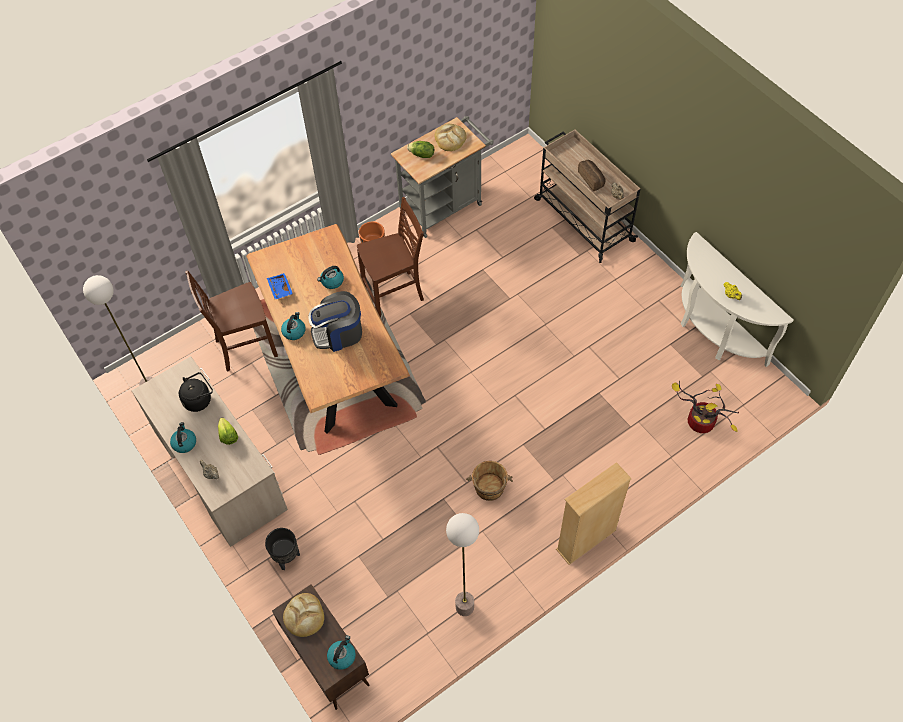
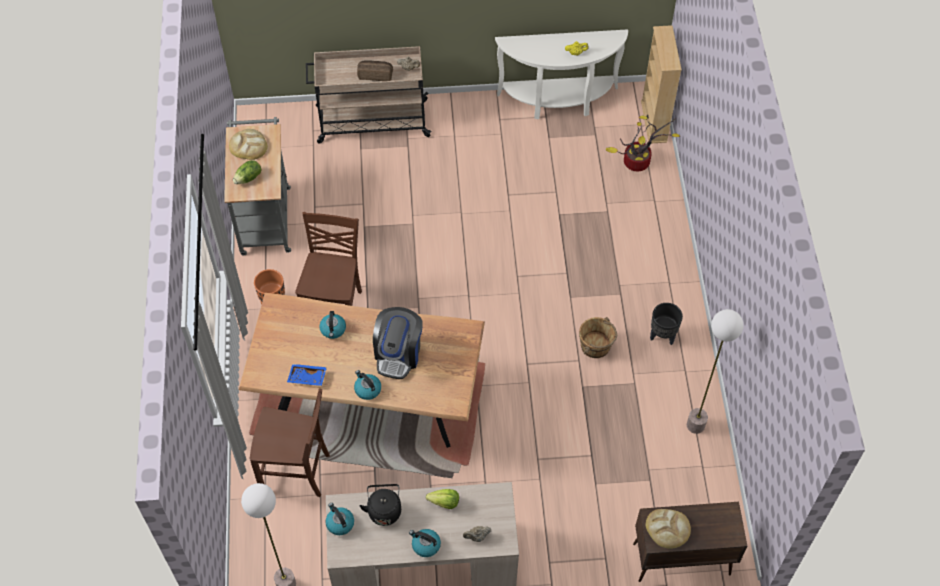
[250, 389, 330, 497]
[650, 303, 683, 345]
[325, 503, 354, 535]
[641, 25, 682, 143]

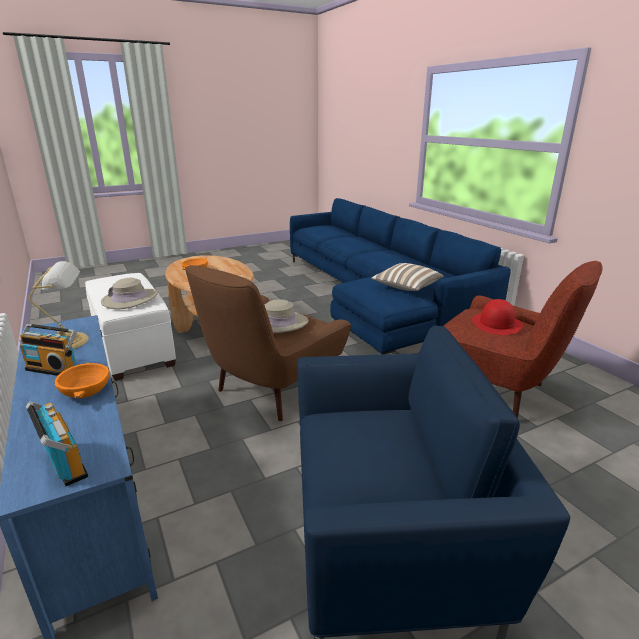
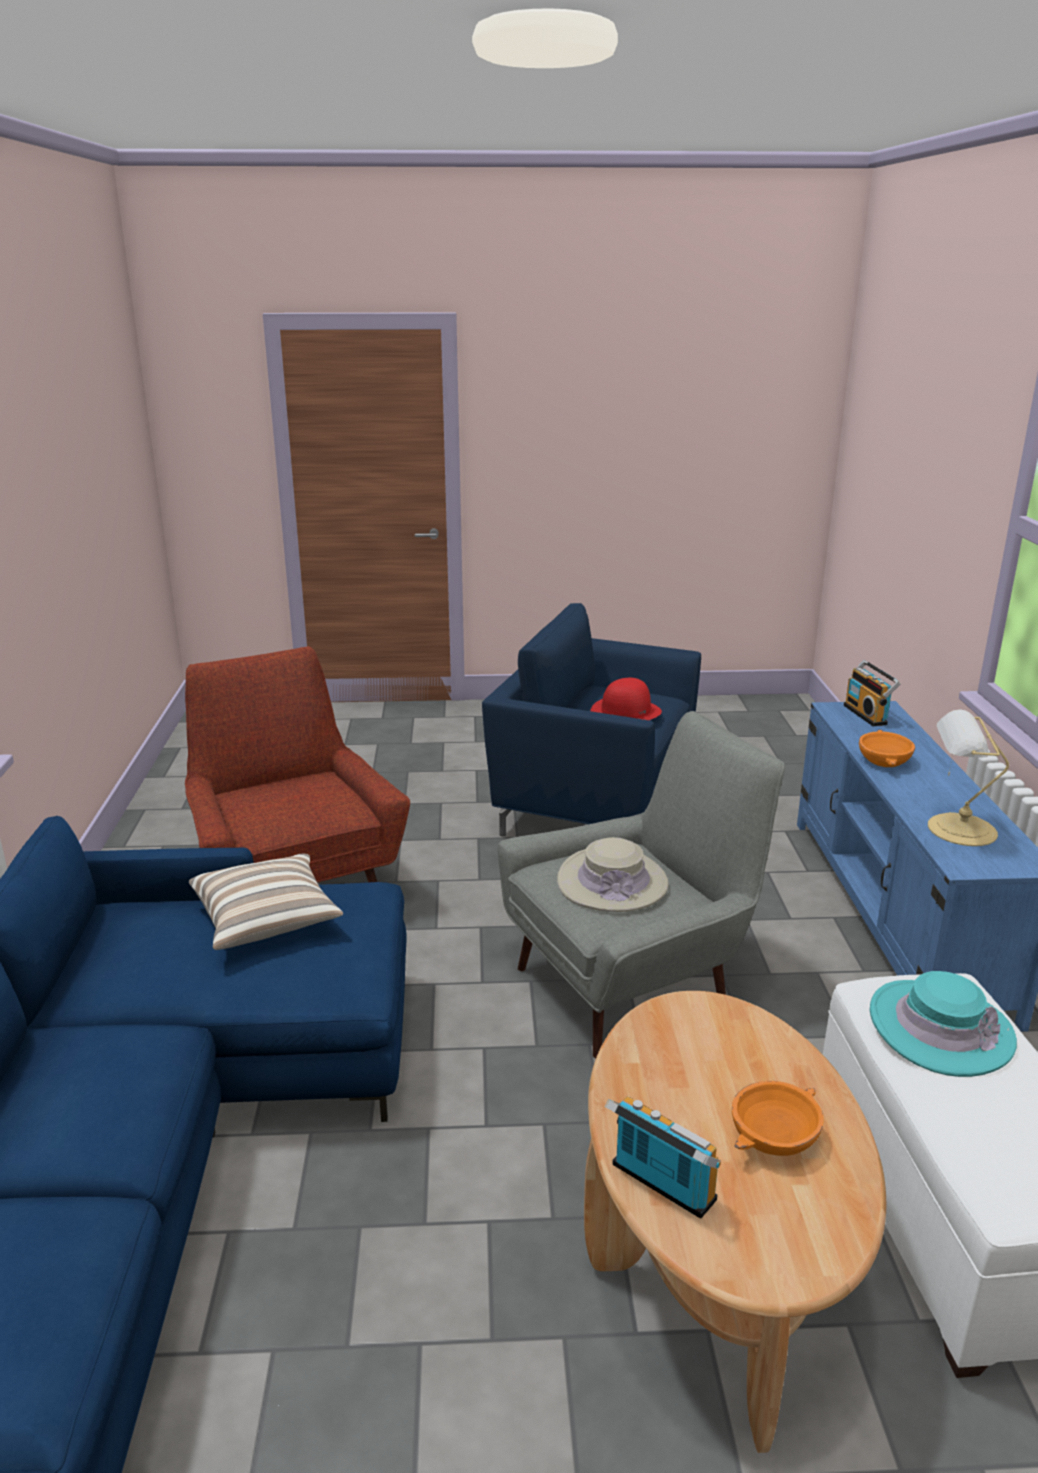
[605, 1096, 721, 1219]
[870, 971, 1017, 1077]
[498, 711, 785, 1058]
[590, 678, 662, 720]

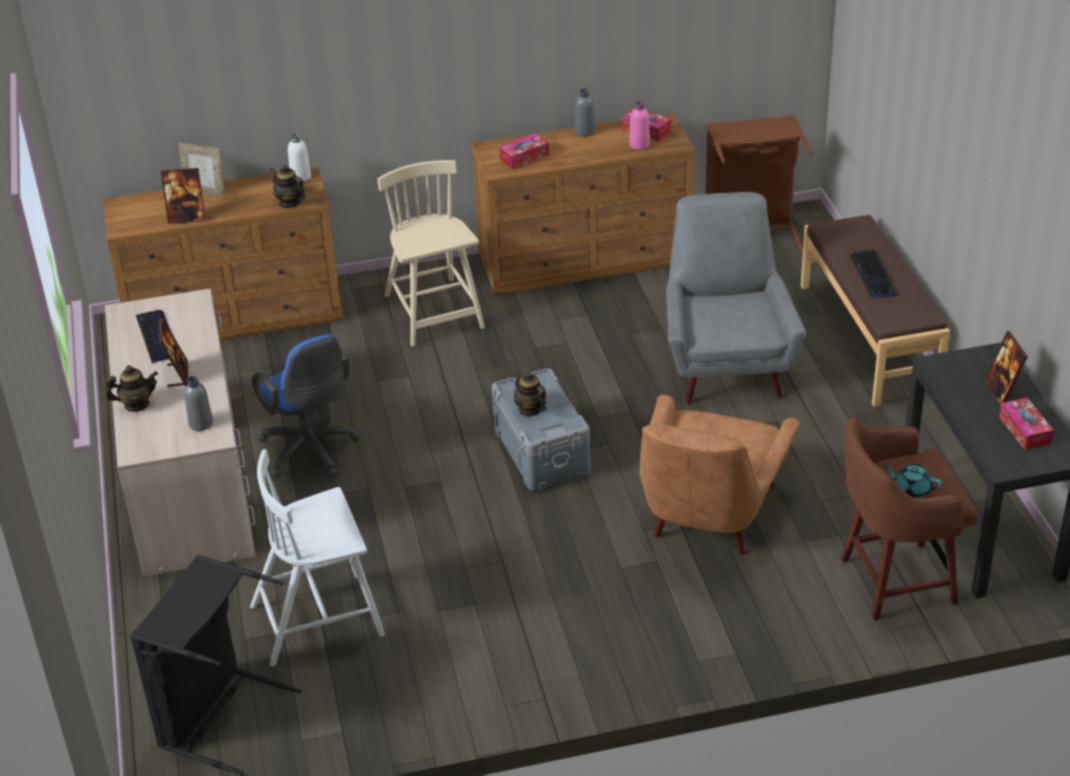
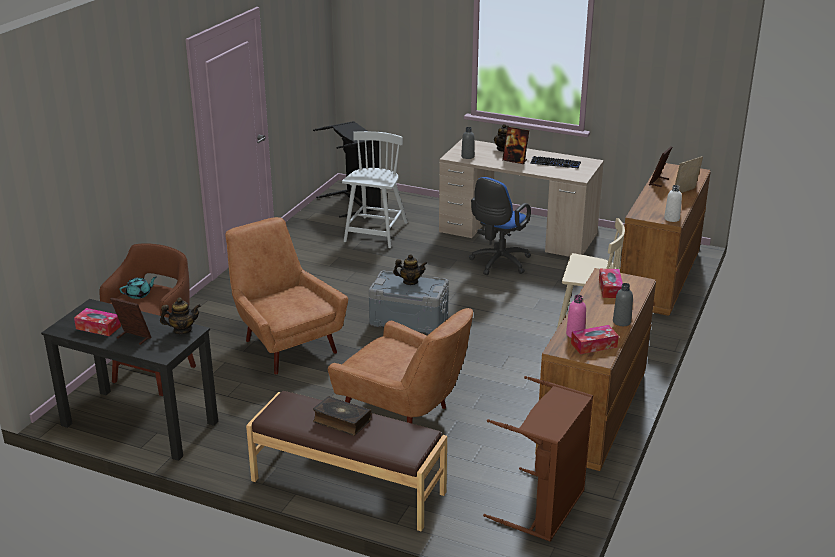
[469, 177, 531, 275]
[160, 297, 201, 334]
[328, 308, 473, 423]
[313, 396, 372, 435]

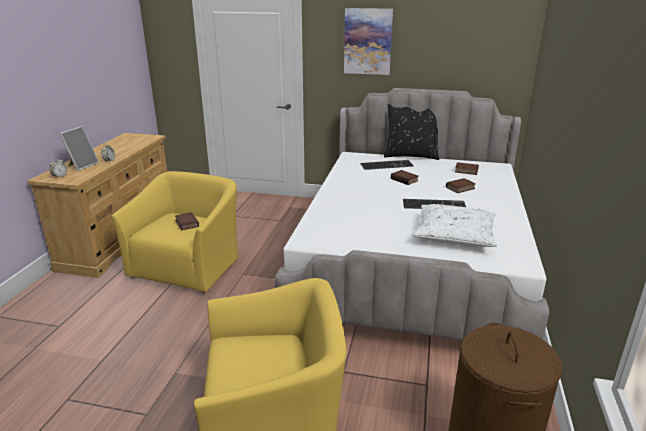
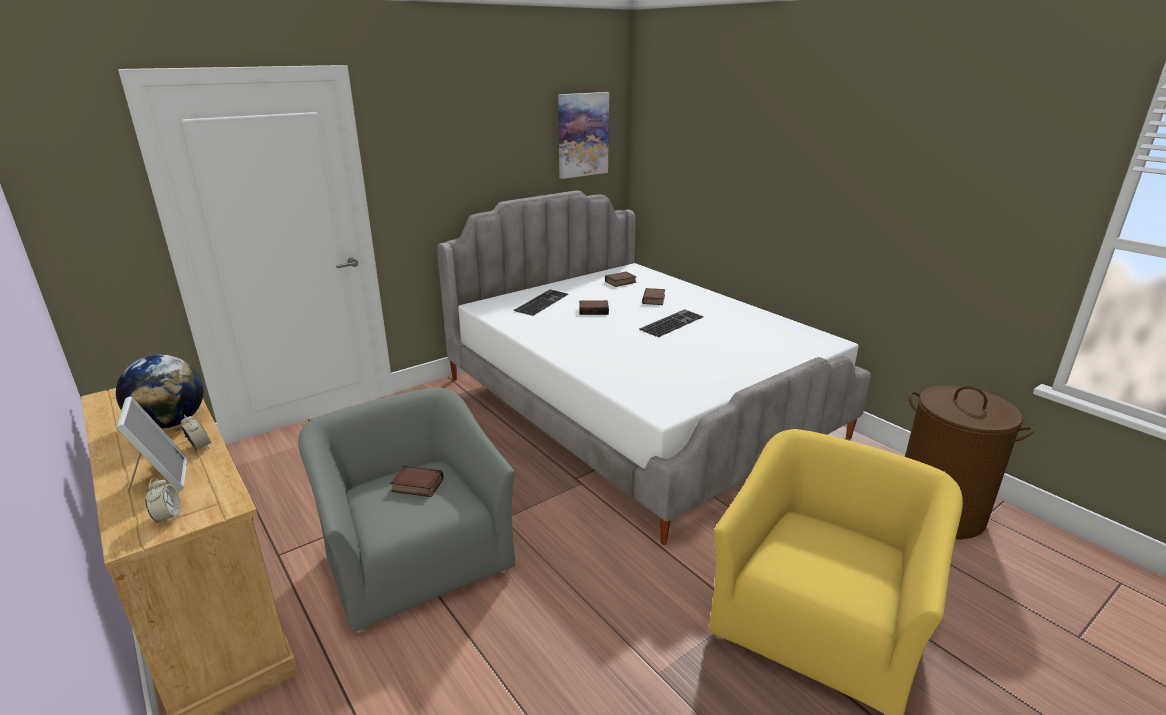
[298, 387, 516, 633]
[558, 92, 609, 179]
[384, 104, 439, 160] (first image)
[412, 204, 497, 247] (first image)
[116, 355, 204, 429]

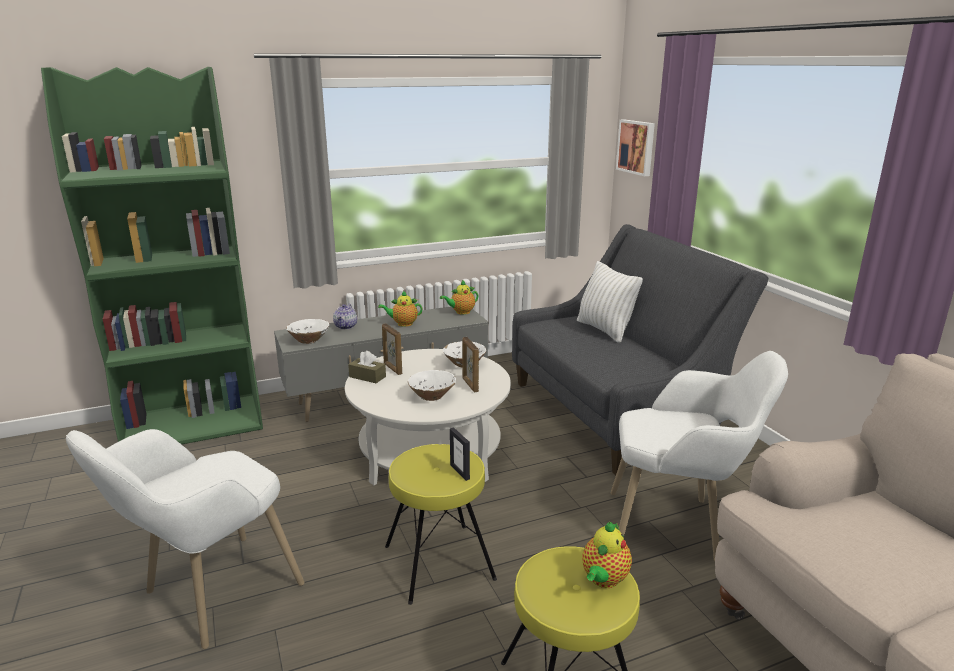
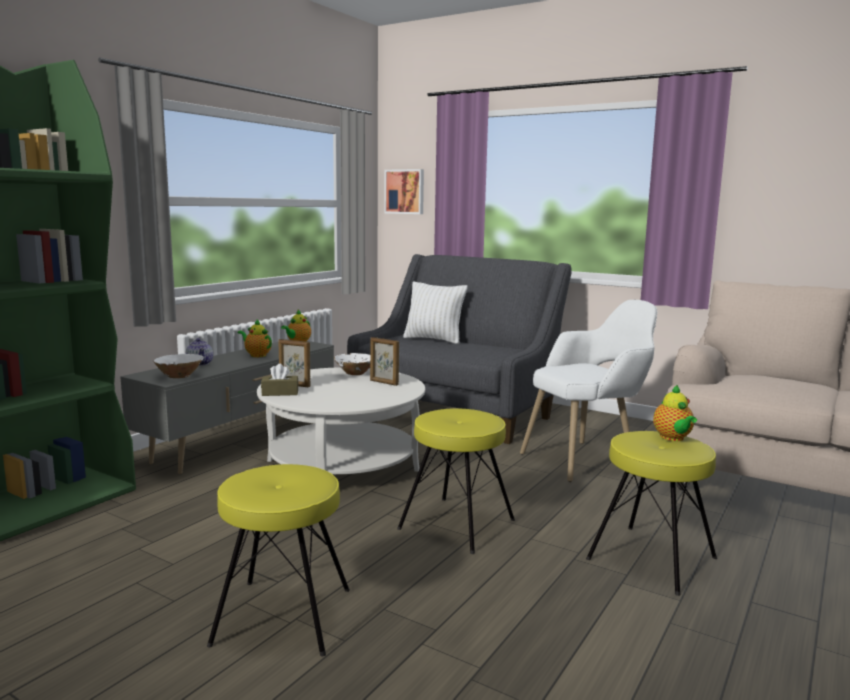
[207, 464, 350, 656]
[238, 319, 272, 357]
[408, 370, 456, 401] (first image)
[450, 427, 470, 481] (first image)

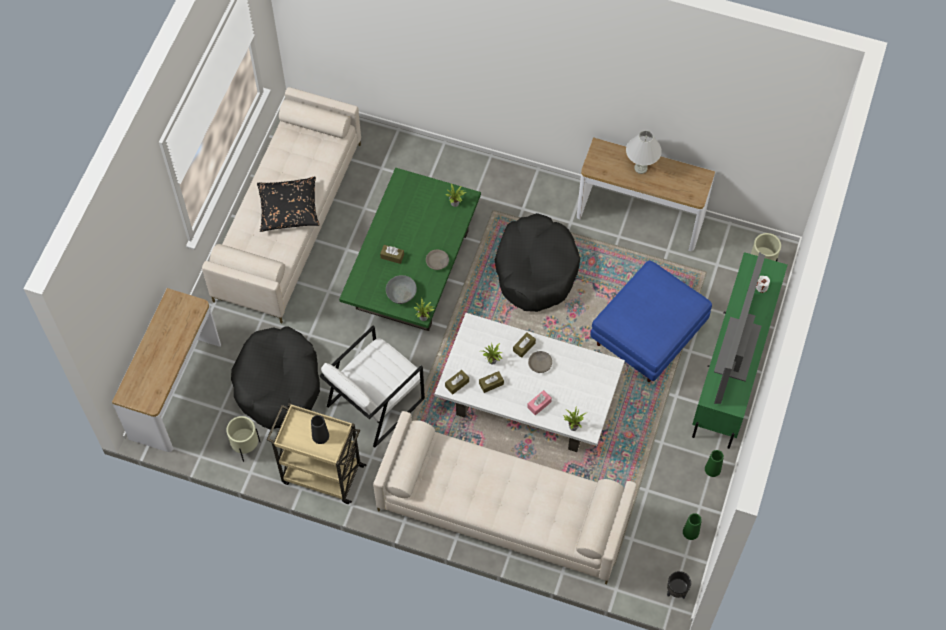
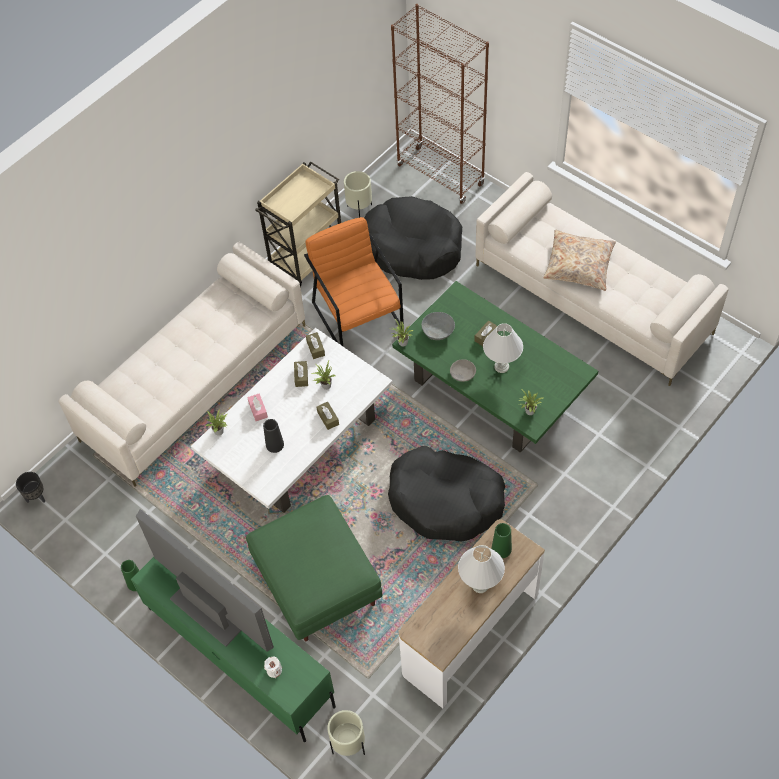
[391, 4, 489, 204]
[543, 230, 616, 291]
[263, 419, 284, 453]
[304, 217, 404, 347]
[528, 351, 552, 373] (first image)
[246, 495, 382, 641]
[492, 523, 512, 558]
[483, 323, 523, 373]

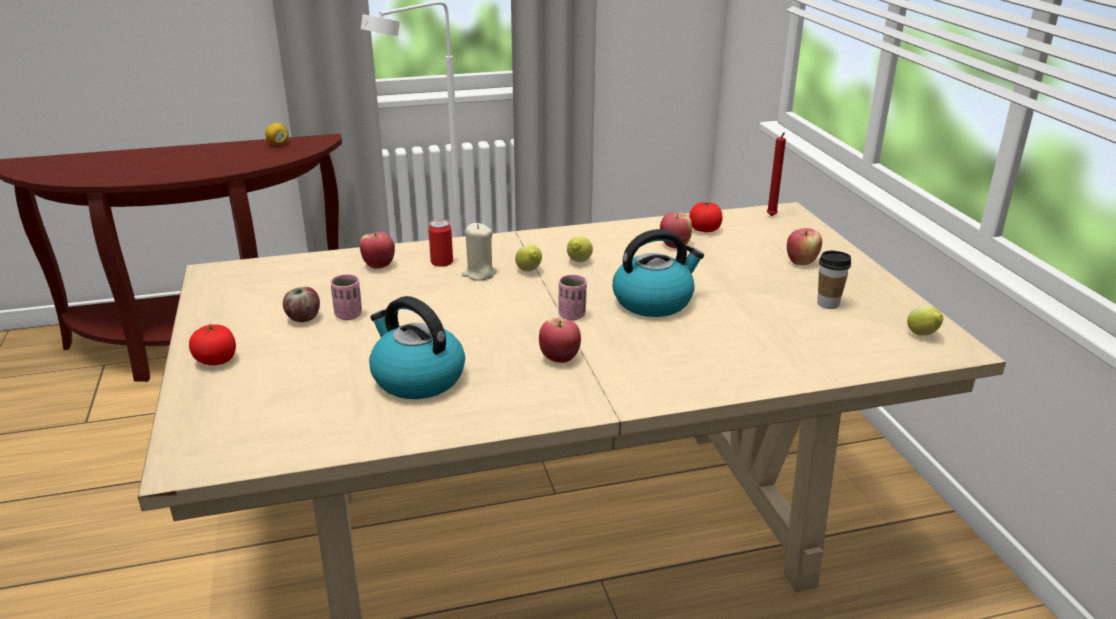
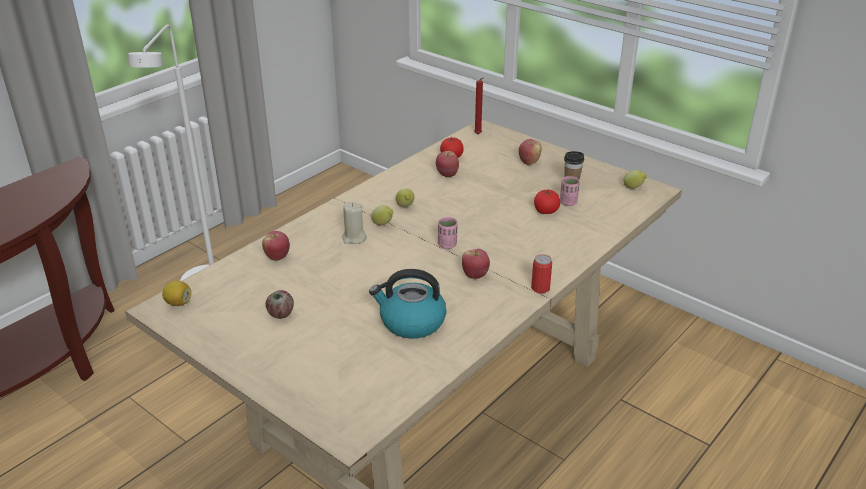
[534, 189, 560, 214]
[162, 281, 191, 306]
[560, 176, 580, 206]
[531, 254, 552, 293]
[613, 229, 704, 317] (first image)

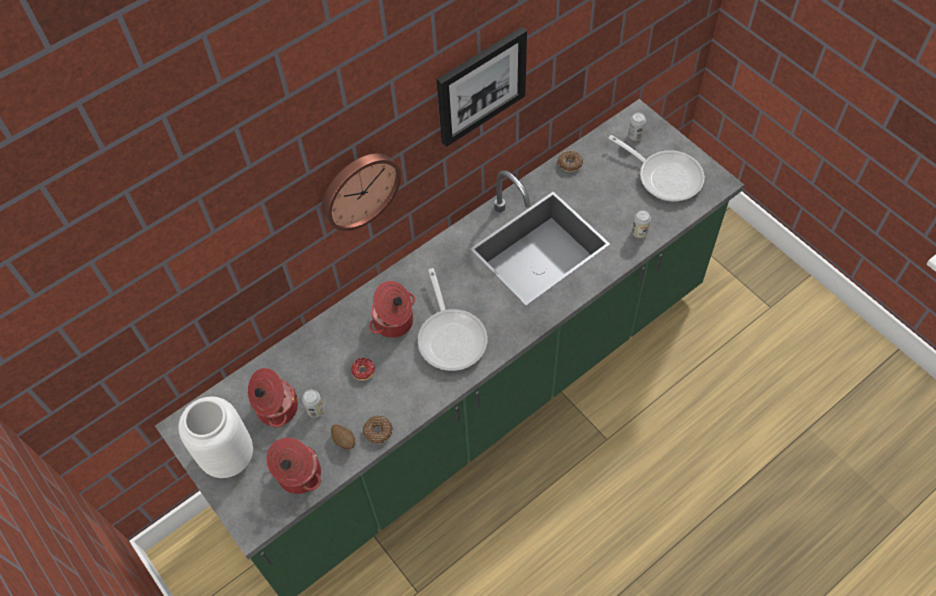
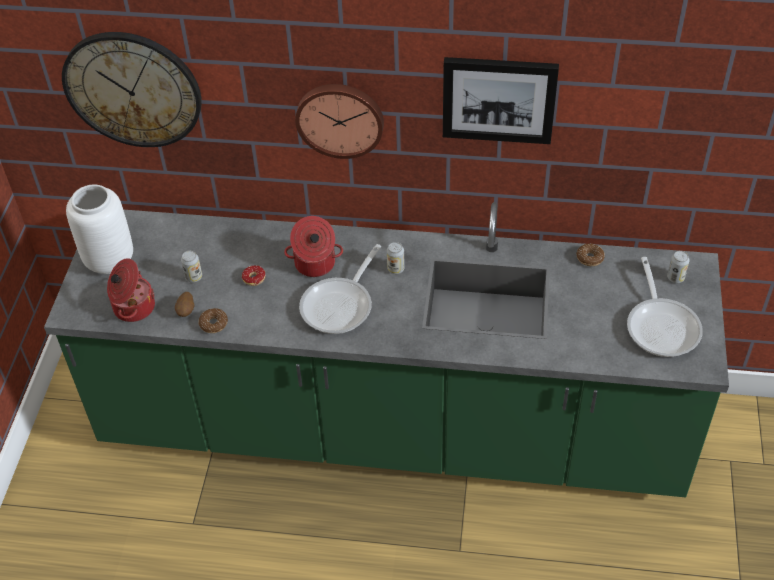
[248, 368, 298, 428] (first image)
[387, 242, 405, 274]
[62, 32, 202, 147]

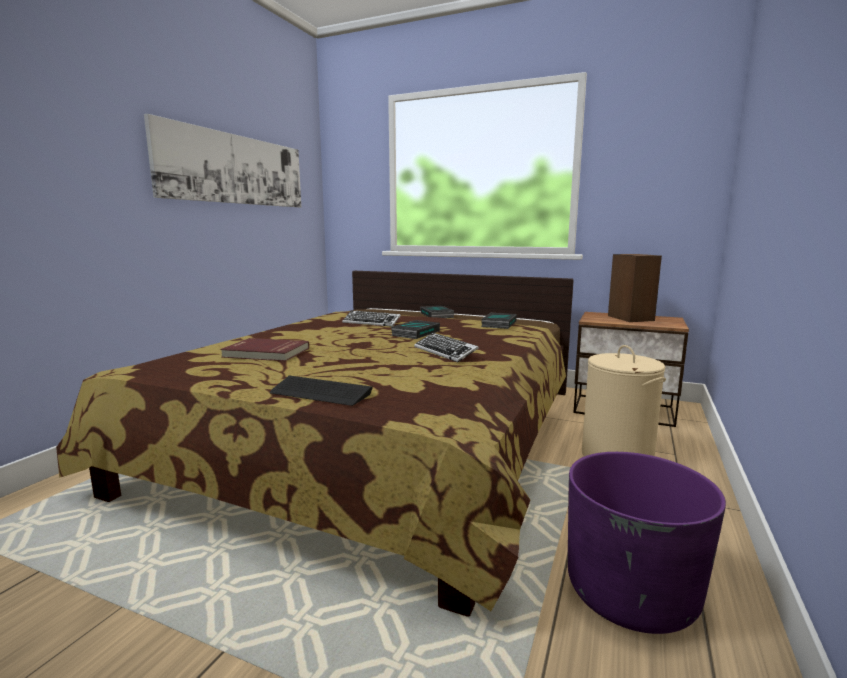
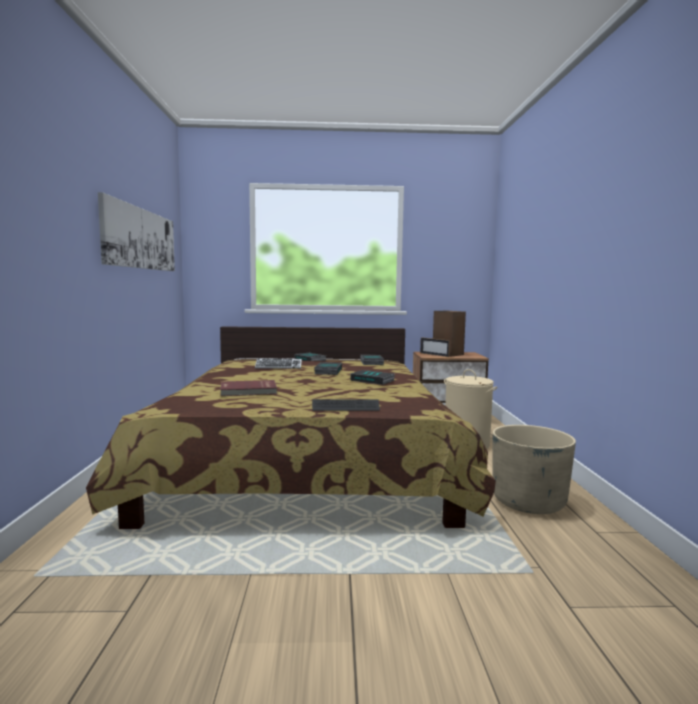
[351, 370, 395, 385]
[493, 425, 576, 514]
[420, 337, 450, 357]

